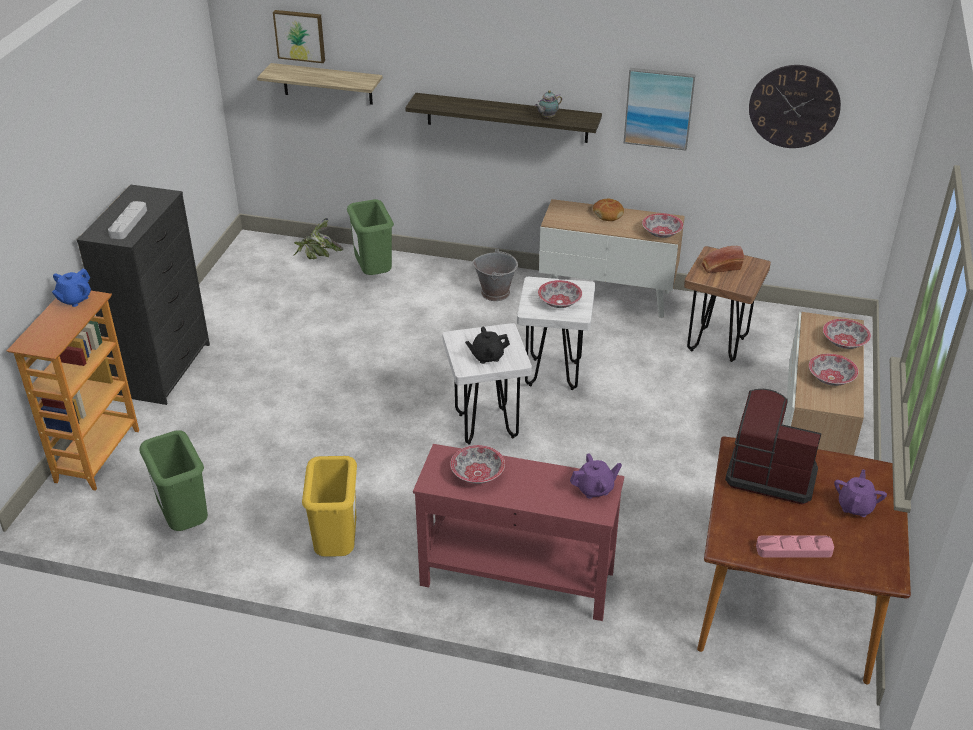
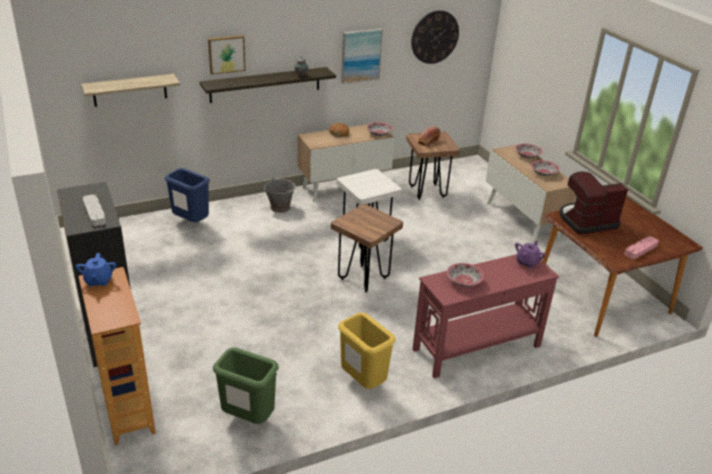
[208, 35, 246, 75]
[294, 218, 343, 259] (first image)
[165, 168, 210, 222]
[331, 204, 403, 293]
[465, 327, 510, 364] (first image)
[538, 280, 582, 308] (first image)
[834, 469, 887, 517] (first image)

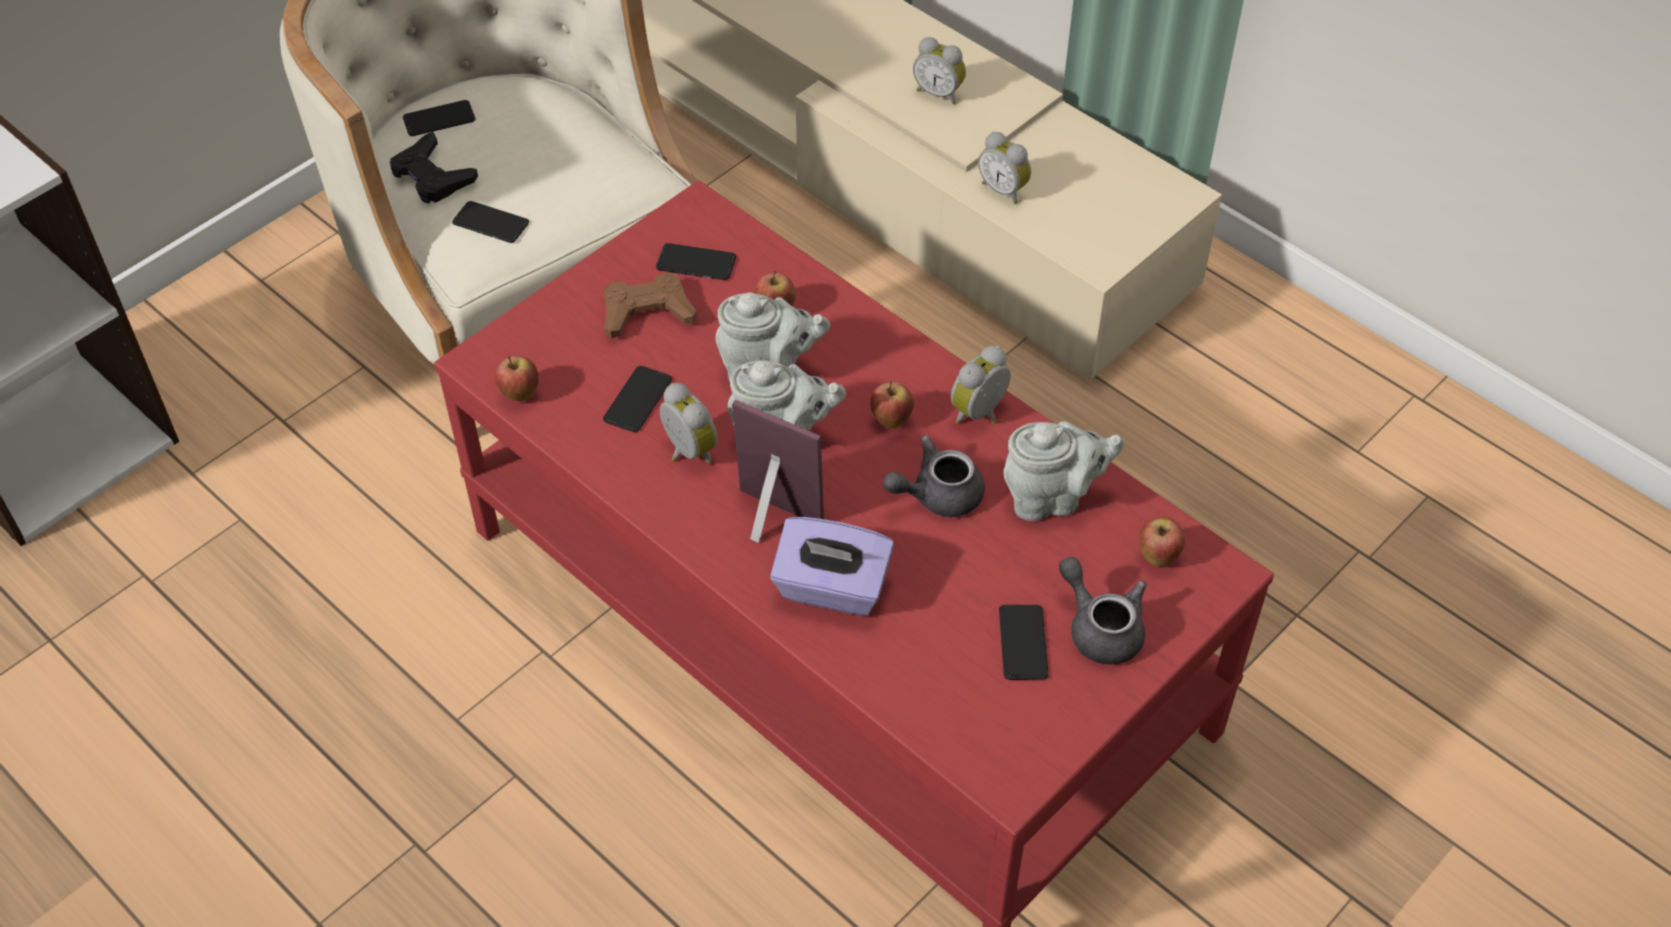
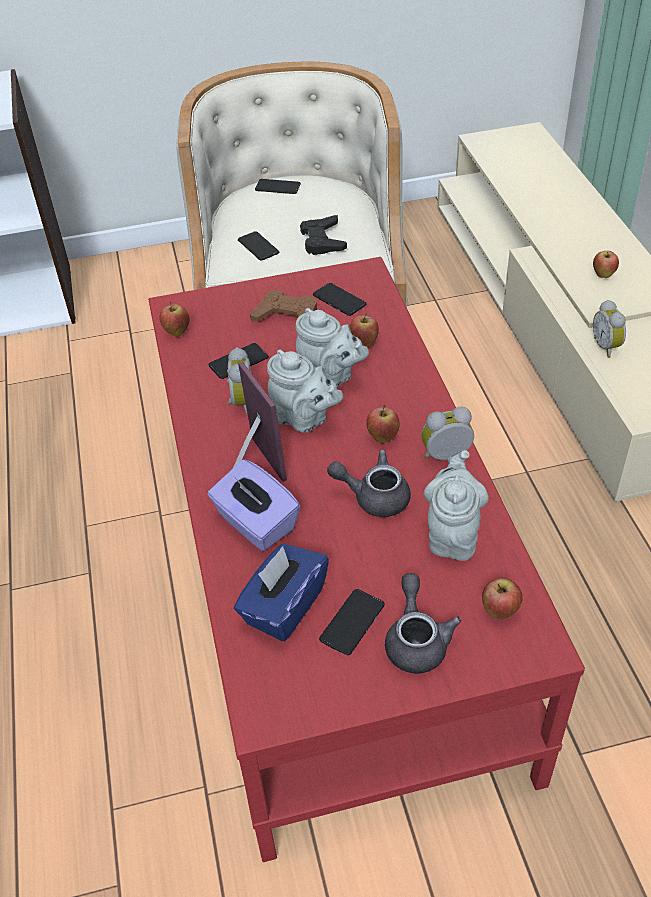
[300, 215, 347, 255]
[593, 251, 619, 278]
[423, 450, 488, 561]
[234, 544, 329, 641]

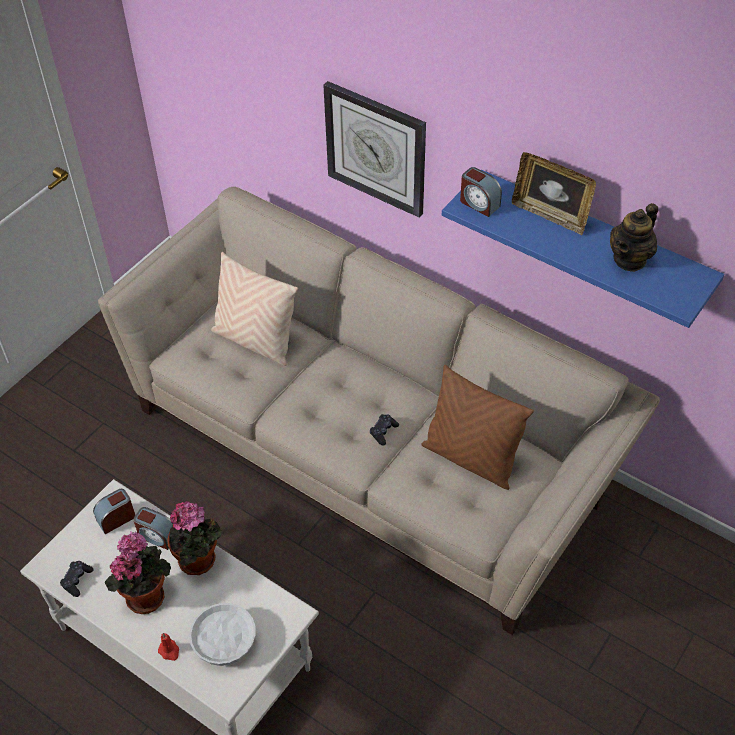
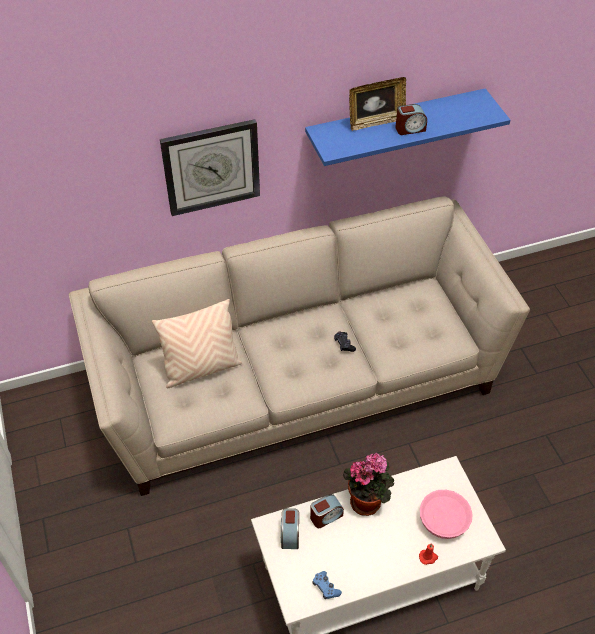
[312, 571, 342, 599]
[105, 531, 171, 614] (first image)
[420, 490, 473, 539]
[421, 365, 534, 490] (first image)
[395, 104, 427, 135]
[610, 203, 658, 272] (first image)

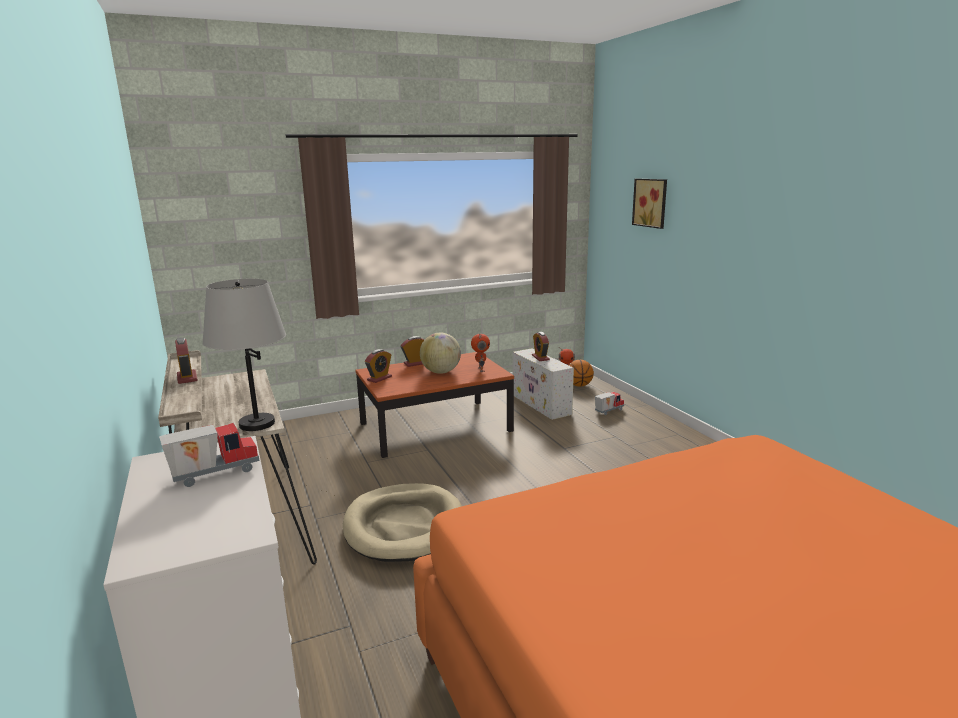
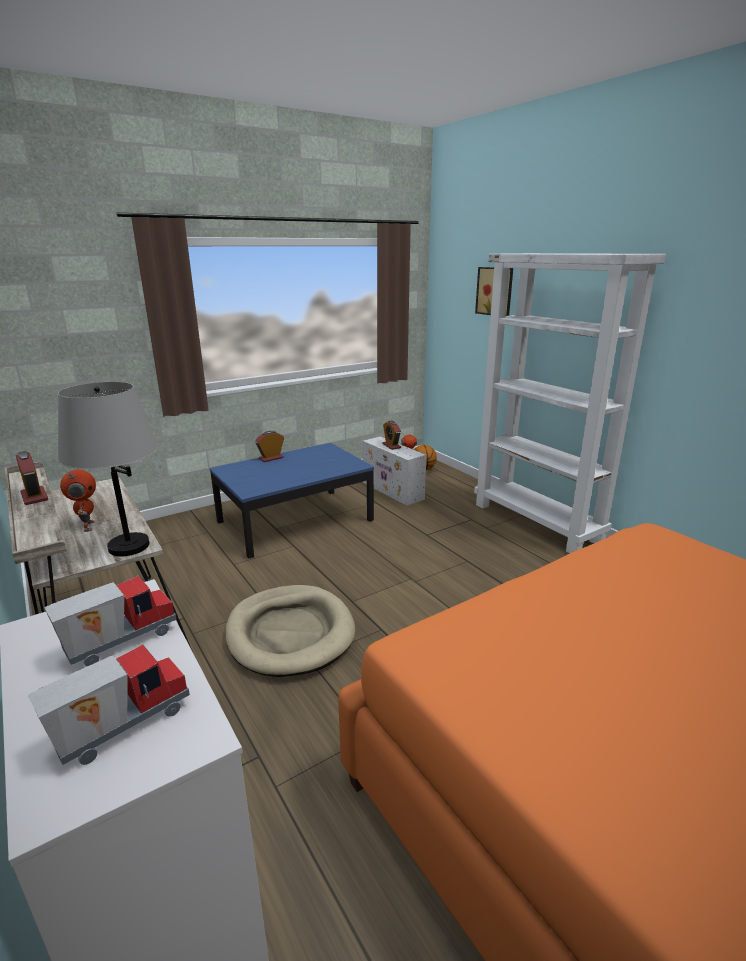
[209, 443, 374, 558]
[365, 349, 392, 383] (first image)
[420, 333, 461, 374] (first image)
[60, 470, 96, 532]
[28, 644, 190, 765]
[474, 253, 666, 553]

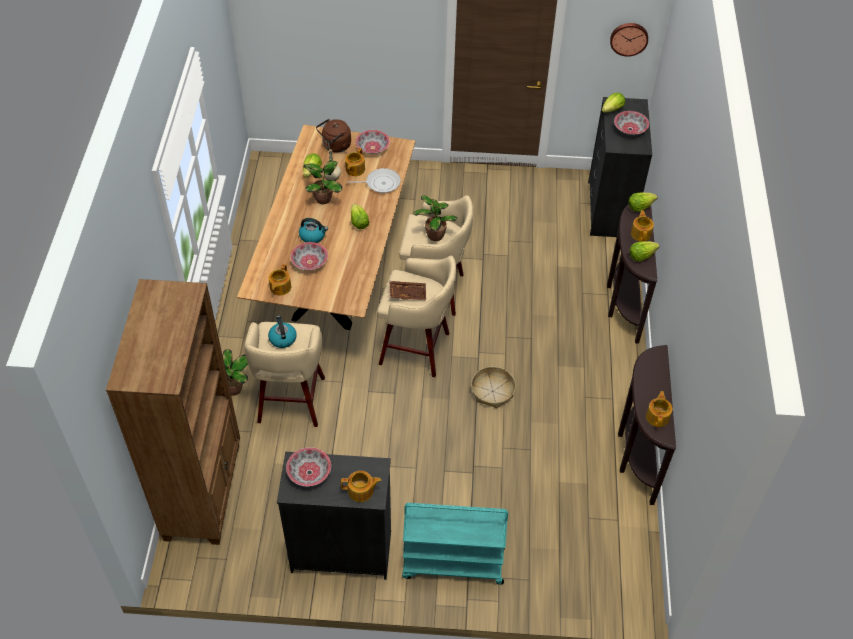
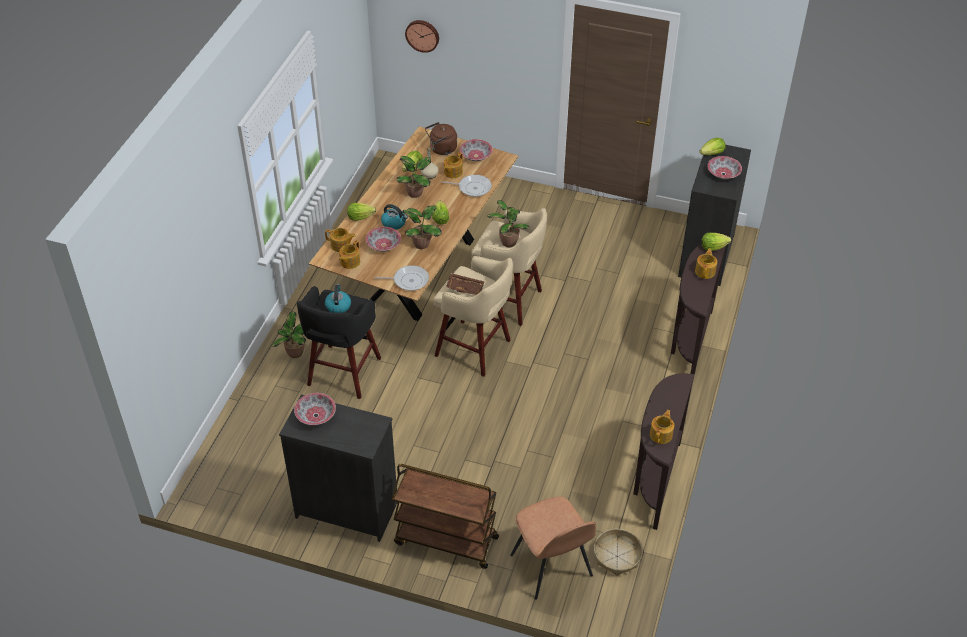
[106, 279, 240, 545] (first image)
[297, 286, 381, 399]
[325, 228, 356, 252]
[392, 464, 499, 569]
[594, 529, 643, 576]
[405, 20, 439, 53]
[347, 203, 376, 221]
[374, 265, 429, 291]
[402, 206, 442, 249]
[510, 496, 596, 600]

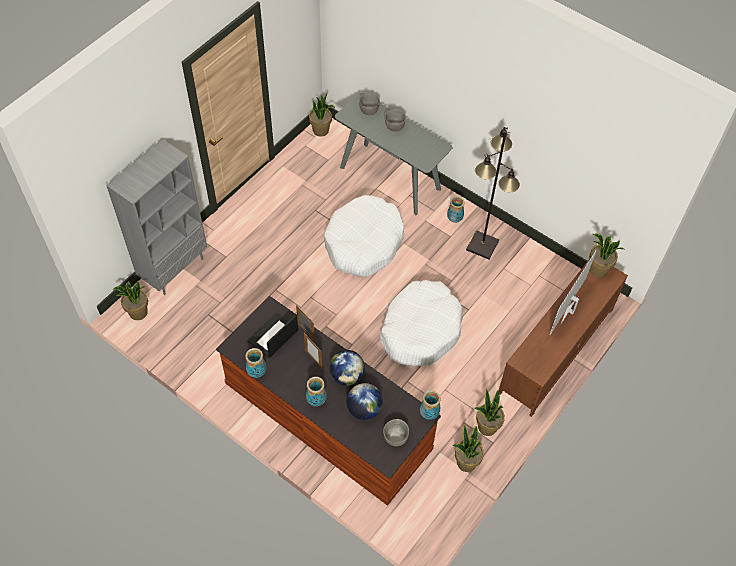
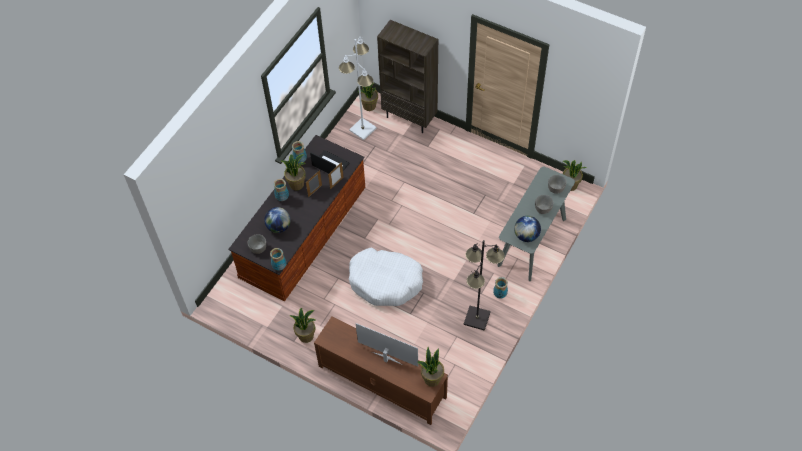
[377, 20, 438, 133]
[324, 195, 405, 277] (first image)
[514, 216, 541, 242]
[280, 154, 306, 191]
[339, 37, 377, 140]

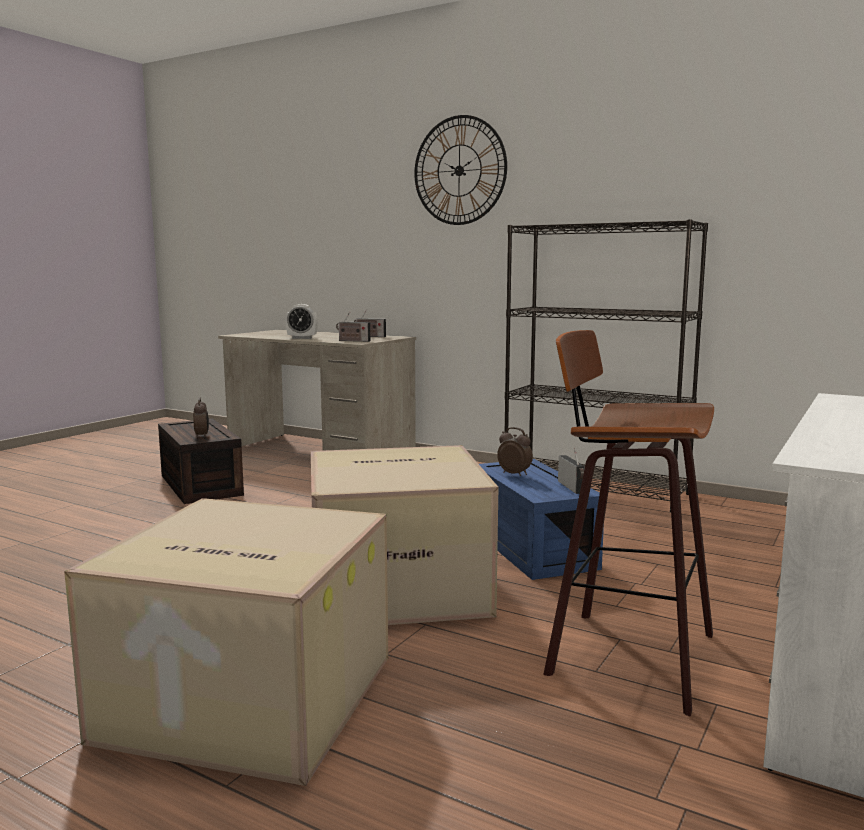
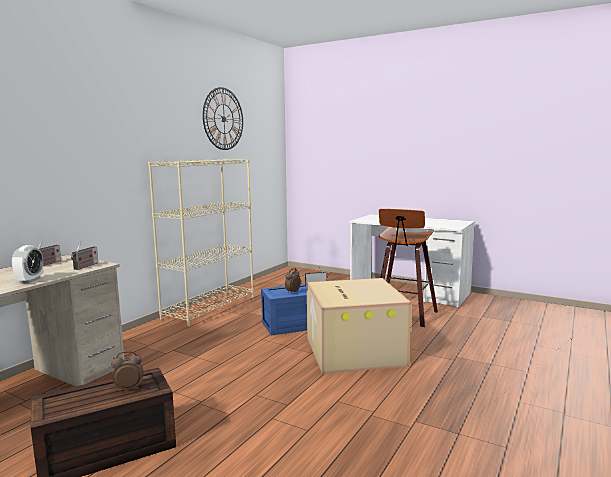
[64, 498, 388, 786] (first image)
[203, 87, 243, 150]
[148, 159, 254, 327]

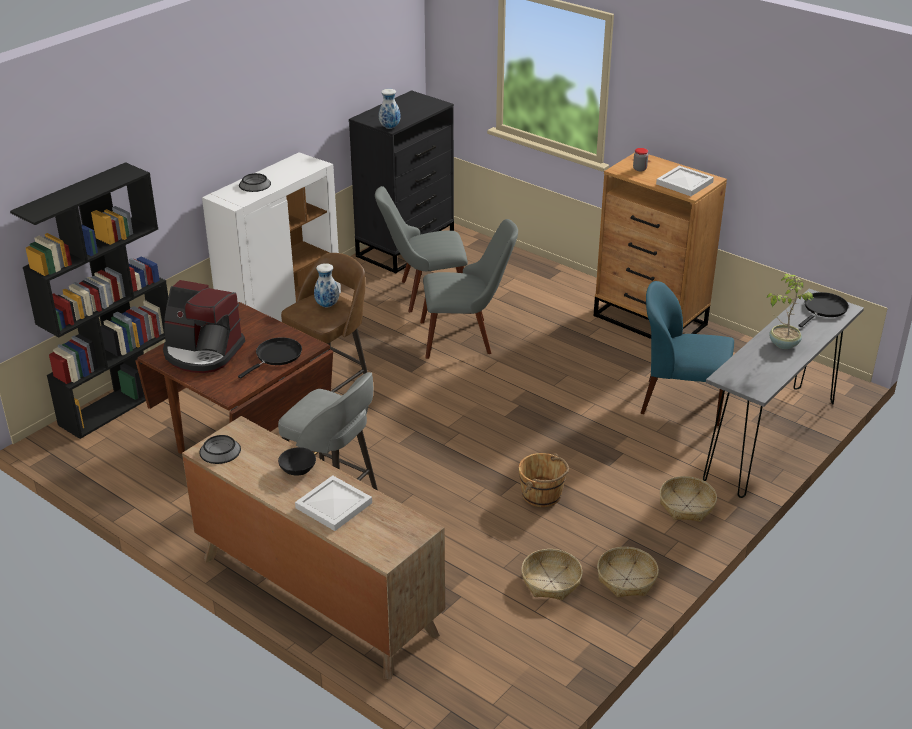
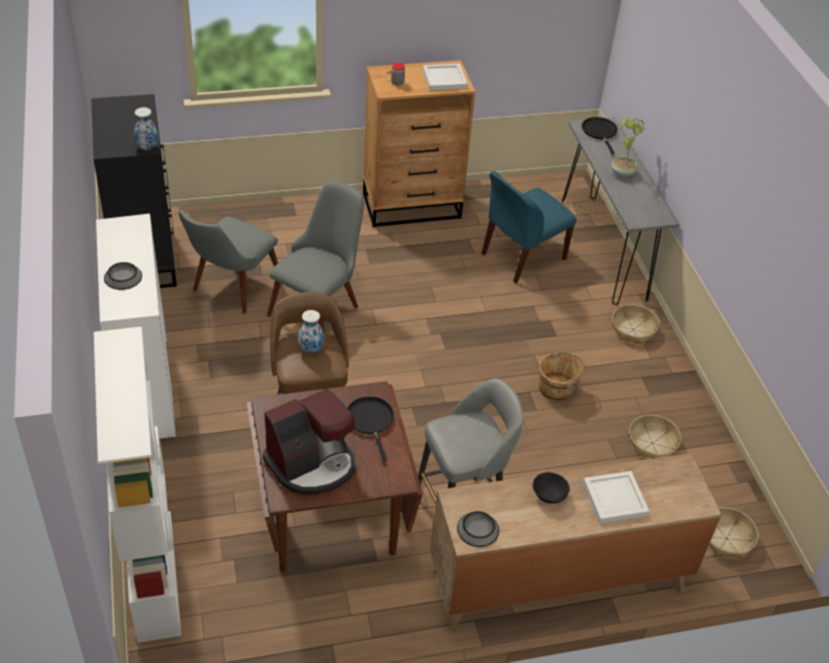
[94, 327, 181, 643]
[709, 507, 758, 558]

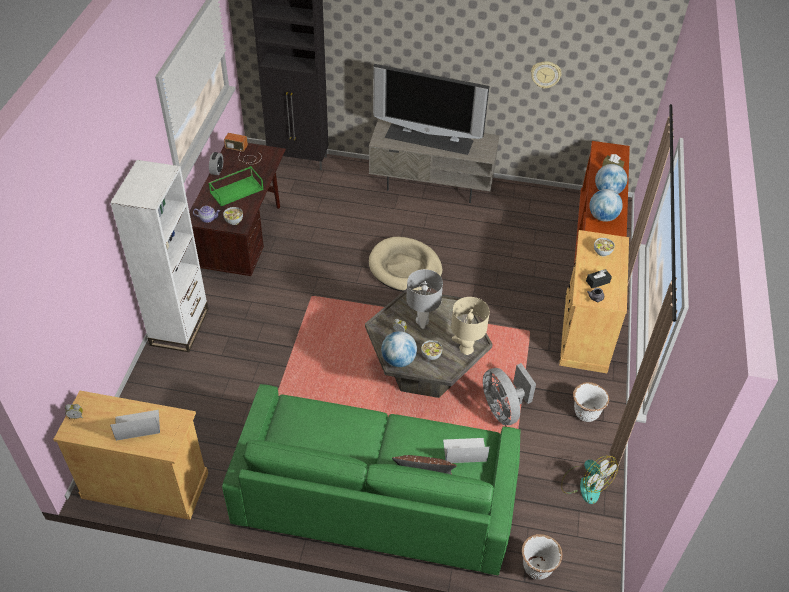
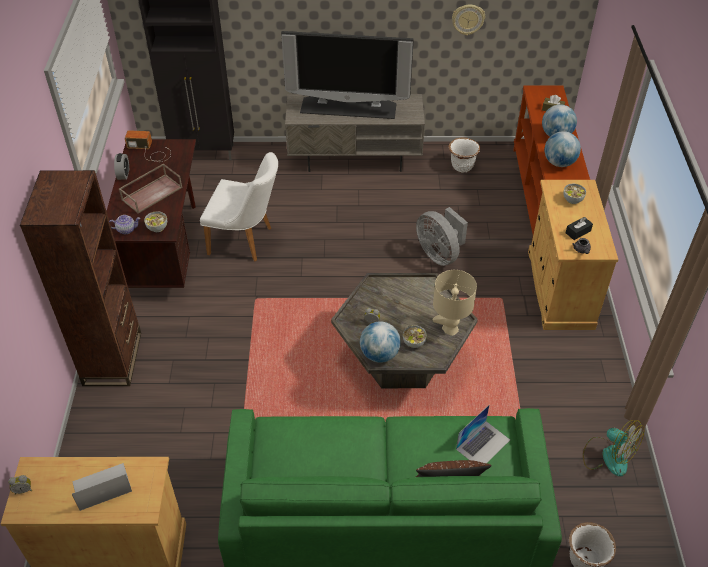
[20, 170, 141, 386]
[119, 163, 183, 214]
[369, 237, 442, 292] (first image)
[406, 269, 443, 329] (first image)
[456, 405, 510, 463]
[416, 207, 468, 266]
[449, 137, 480, 173]
[200, 152, 278, 262]

